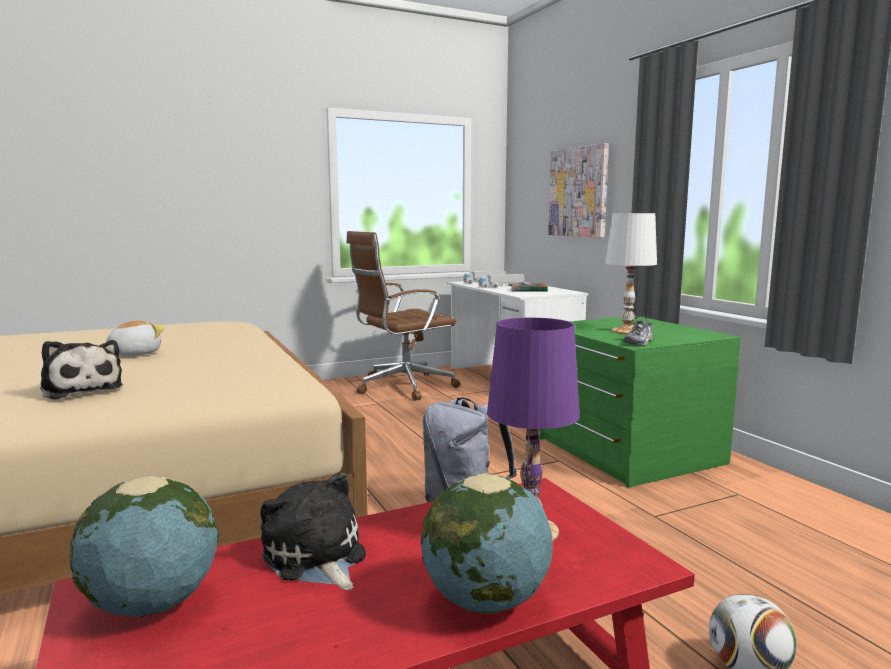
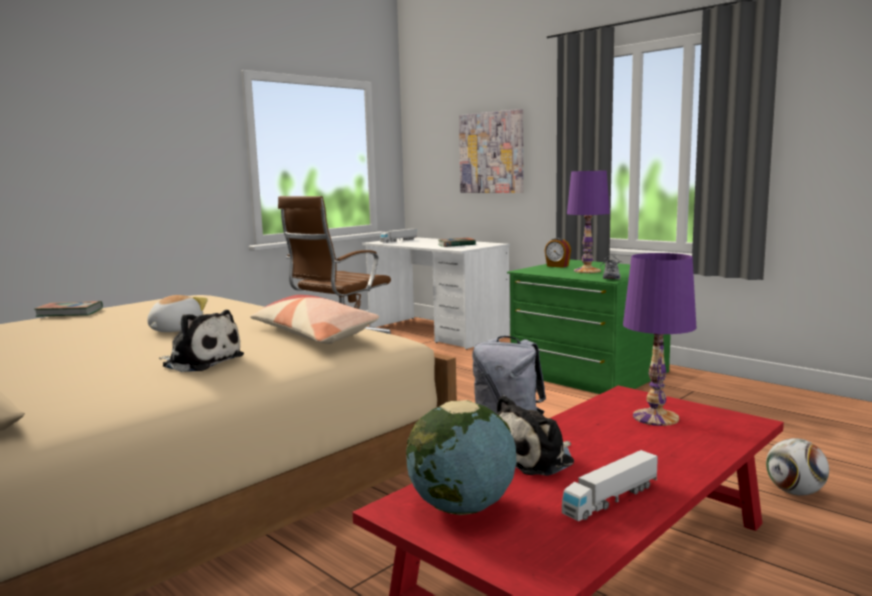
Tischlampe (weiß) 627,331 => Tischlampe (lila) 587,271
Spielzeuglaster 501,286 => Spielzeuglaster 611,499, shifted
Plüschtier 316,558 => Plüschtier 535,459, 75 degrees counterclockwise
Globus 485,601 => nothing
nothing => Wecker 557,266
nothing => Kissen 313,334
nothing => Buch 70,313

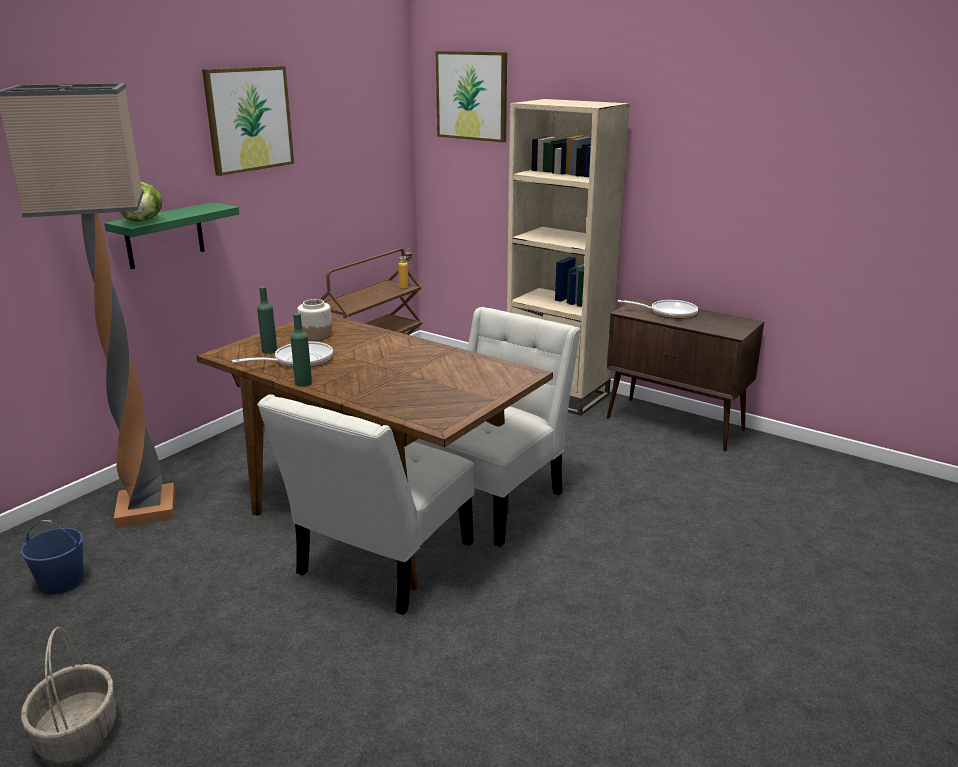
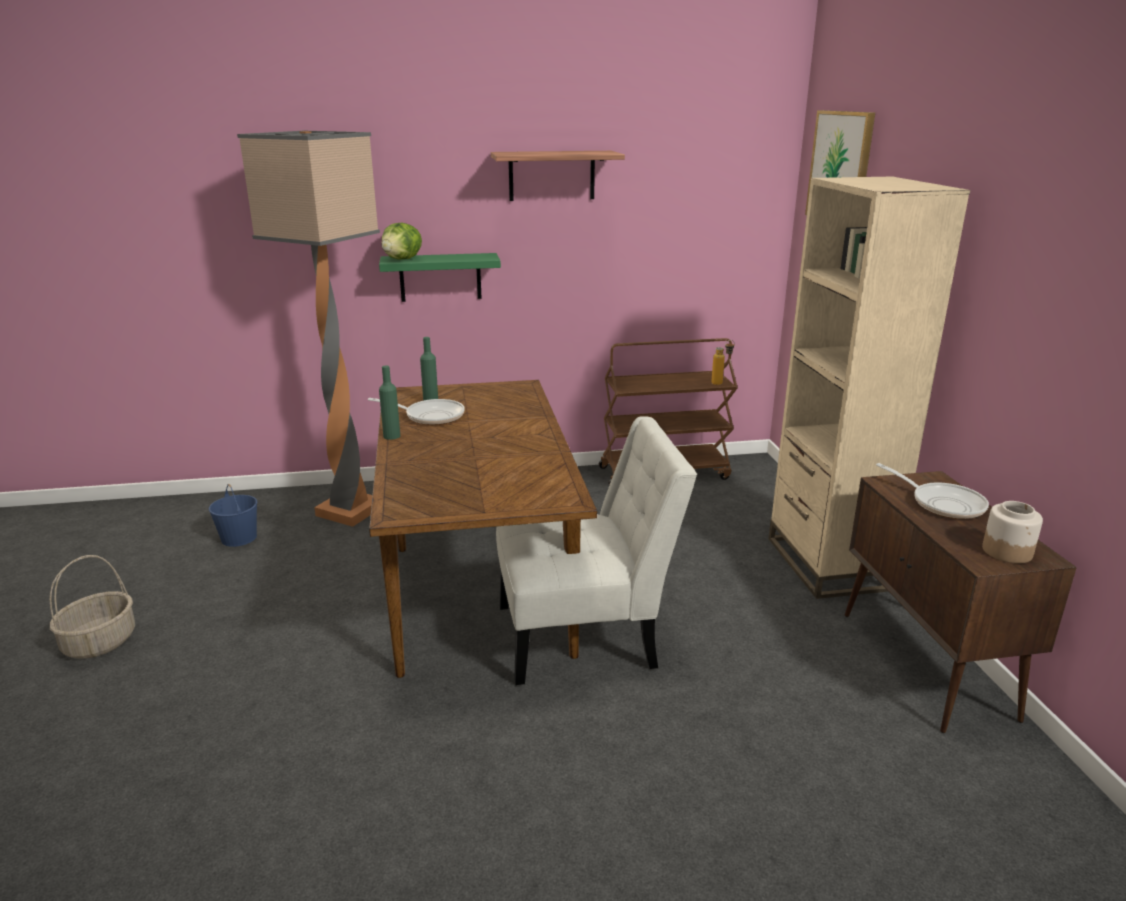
Bild 249,119 => Wandregal 551,175
Vorratsglas 316,335 => Vorratsglas 1007,551, shifted
Stuhl (weiß) 380,564 => nothing

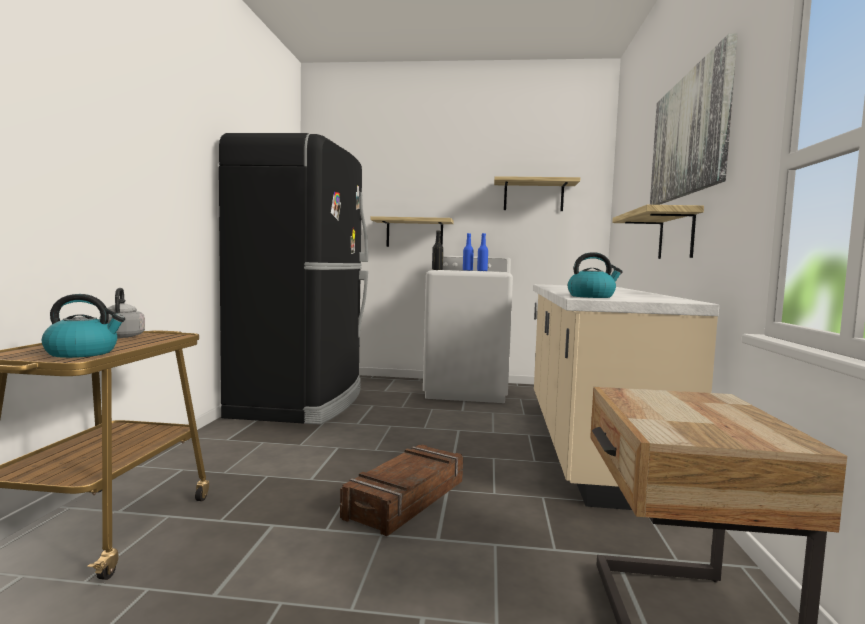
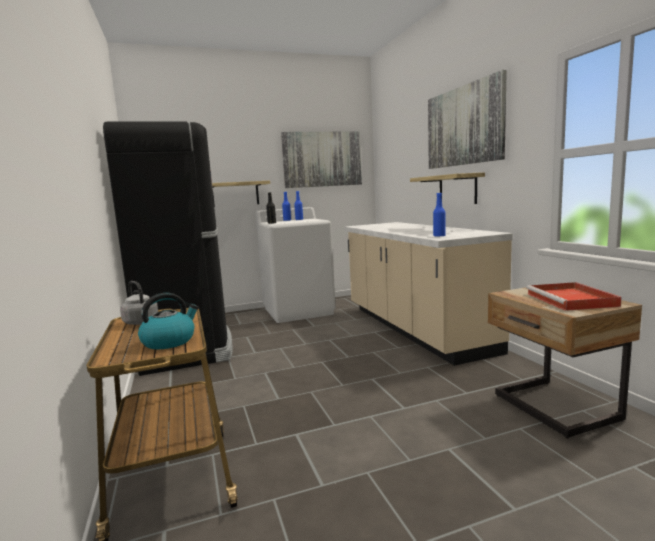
Wandregal 533,196 => Bild 322,159
Wasserkessel 591,296 => Flasche (blau) 439,236
Kiste 405,499 => nothing
nothing => Tablett (rot) 572,300

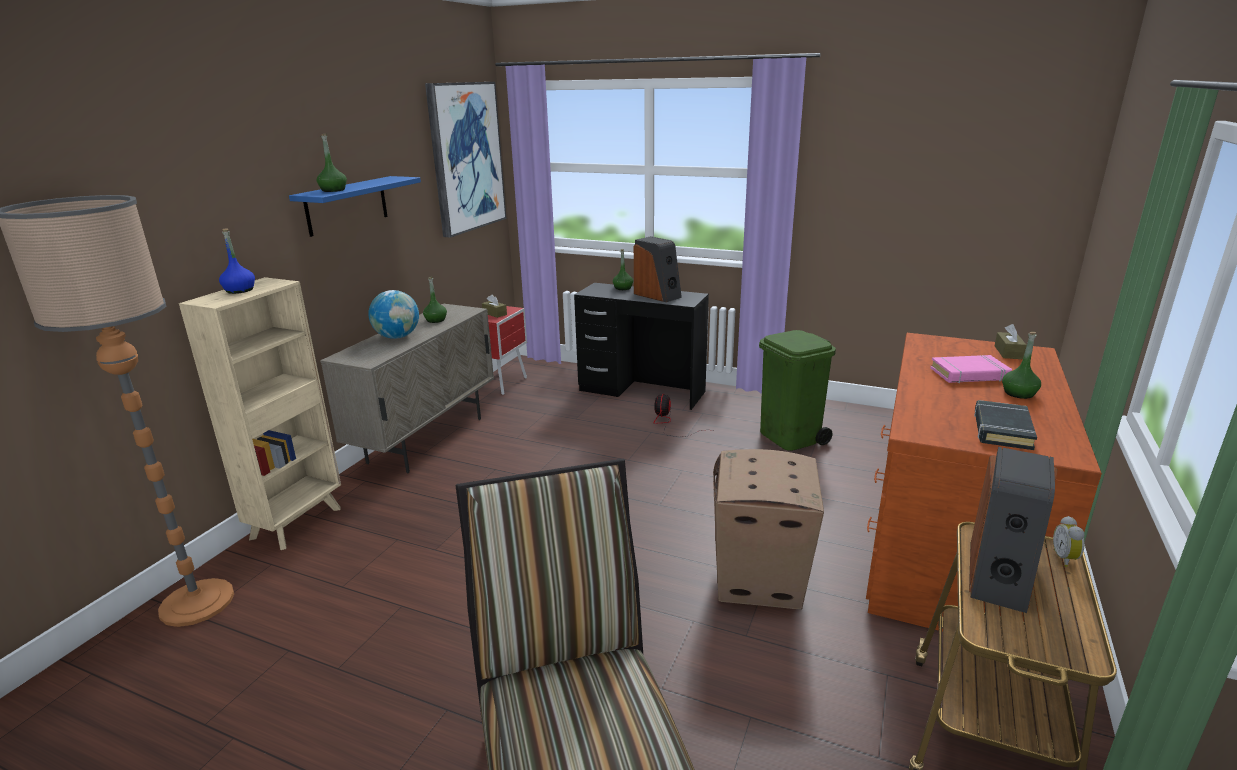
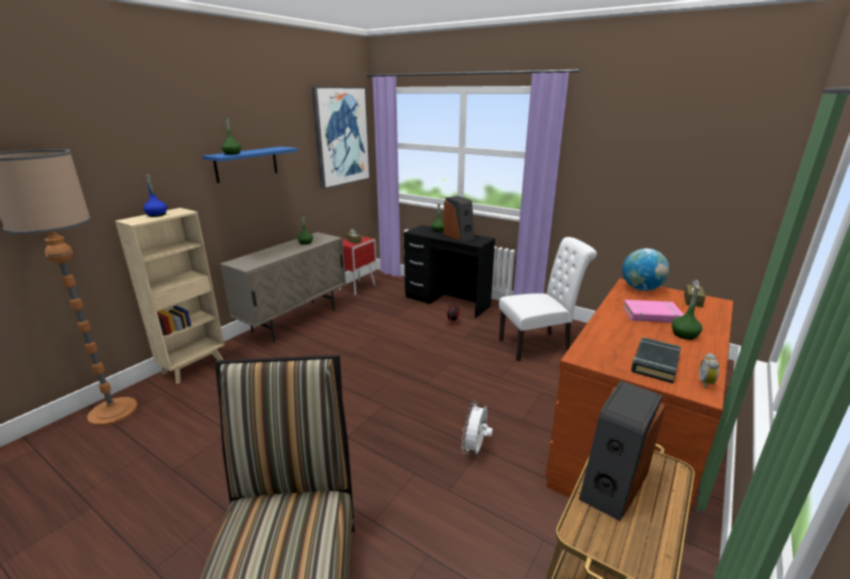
Globus 397,337 => Globus 641,289, shifted
Mülleimer (grün) 790,437 => Stuhl (weiß) 538,345
Karton 760,580 => Ventilator (weiß) 475,449
Wecker 1065,559 => Wecker 706,384, shifted

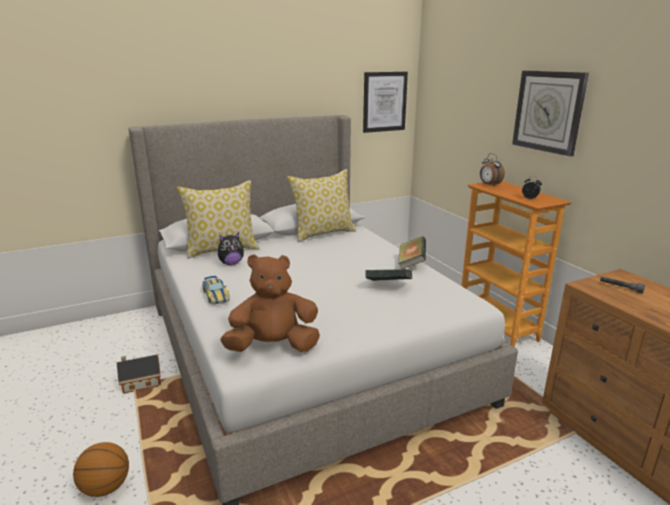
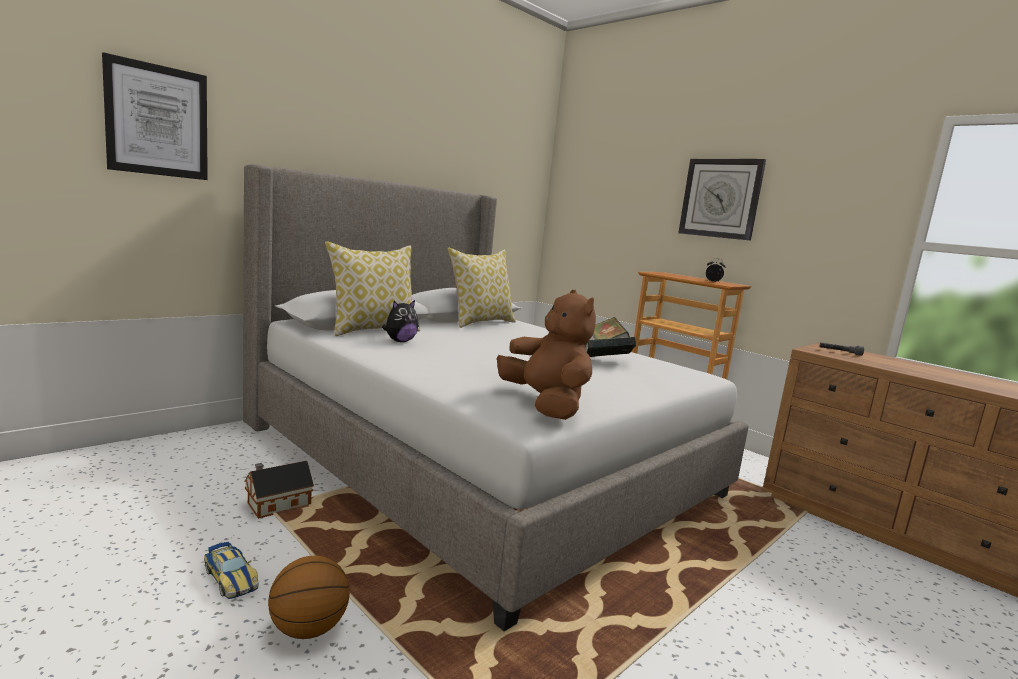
Bild 384,102 => Bild 157,121, shifted
Wecker 489,185 => nothing
Plüschtier (braun) 273,346 => Plüschtier (braun) 545,405, 90 degrees clockwise
Spielzeugauto 215,295 => Spielzeugauto 230,577, shifted

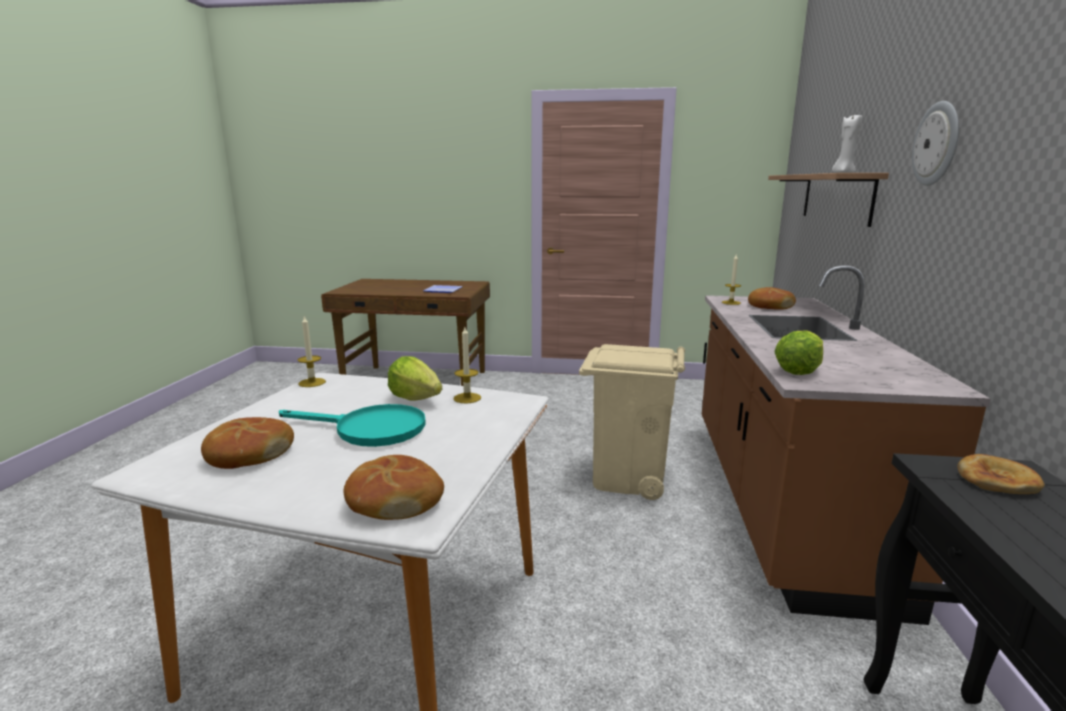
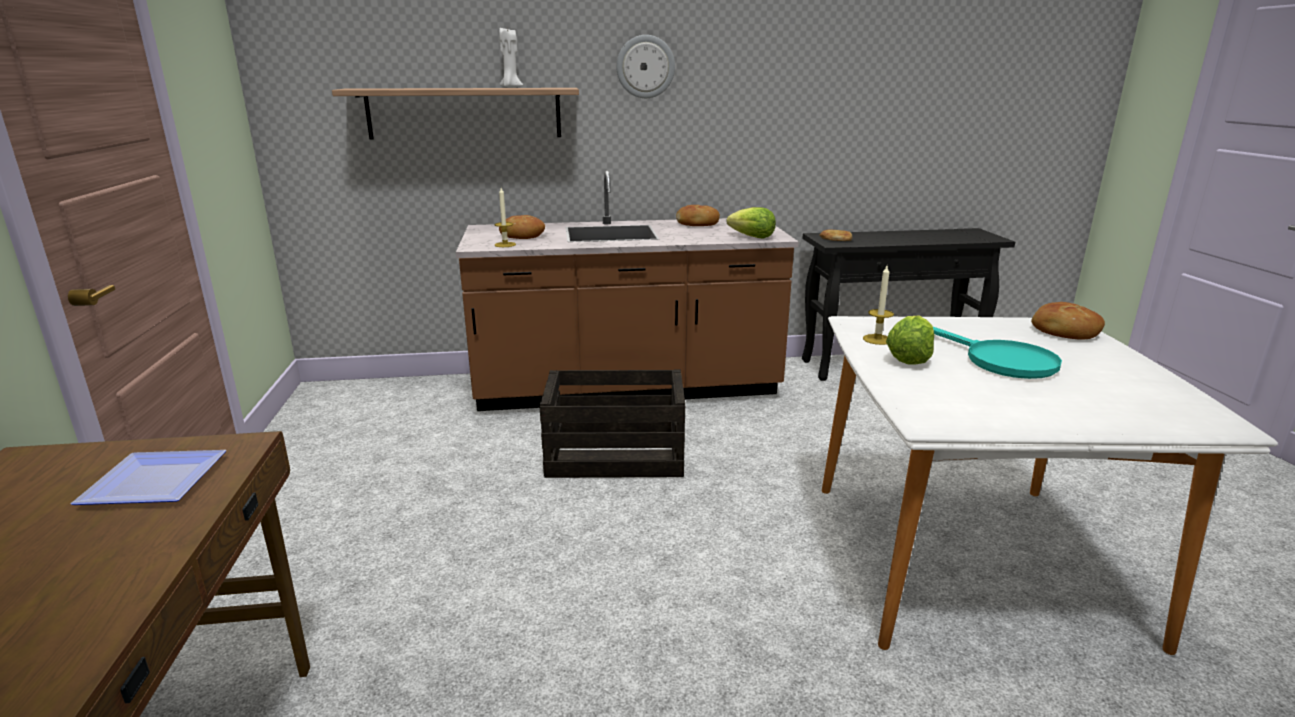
Kerze 312,382 => nothing
Mülleimer (beige) 628,478 => Kiste 616,456
Pfanne (türkis) 369,430 => Pfanne (türkis) 999,360, 150 degrees clockwise
Brot 249,454 => Brot 697,224, shifted

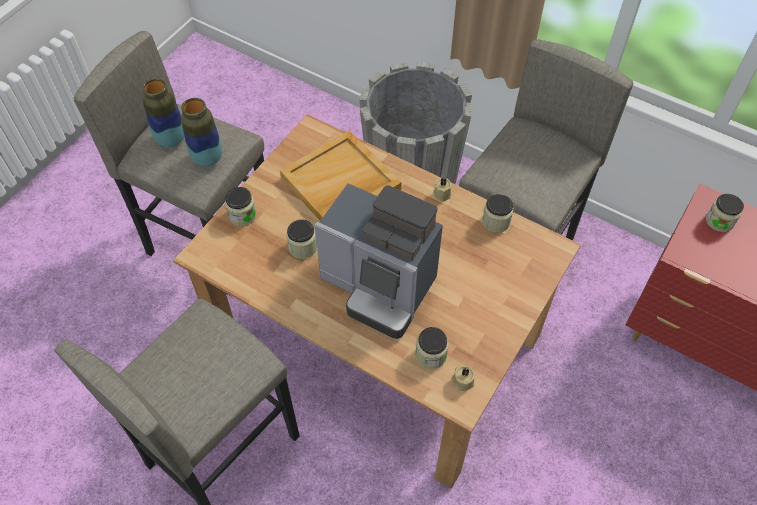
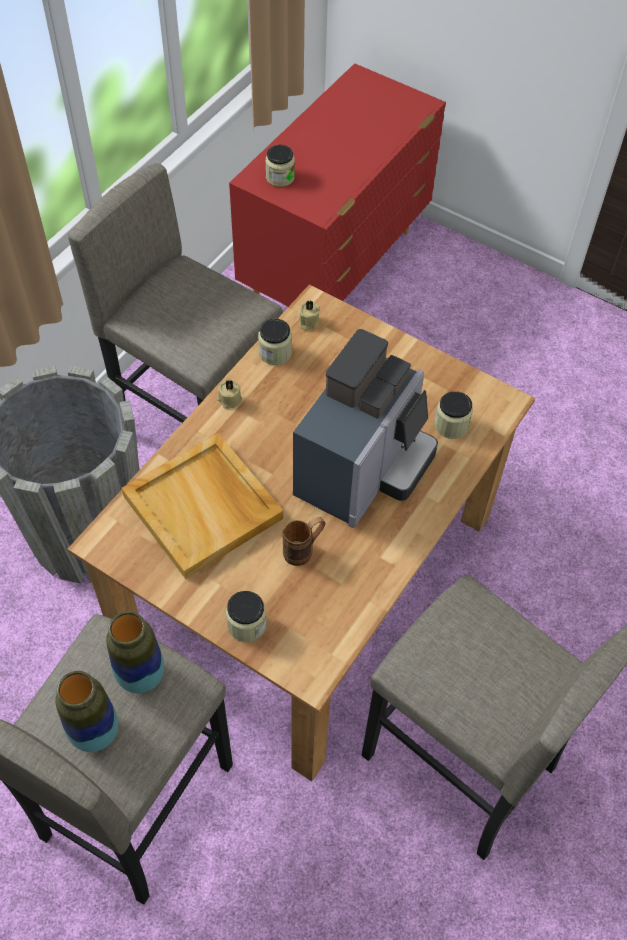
Vorratsglas 303,247 => Henkelbecher (braun) 304,550
Kerze (beige) 462,381 => Kerze (beige) 308,322, shifted

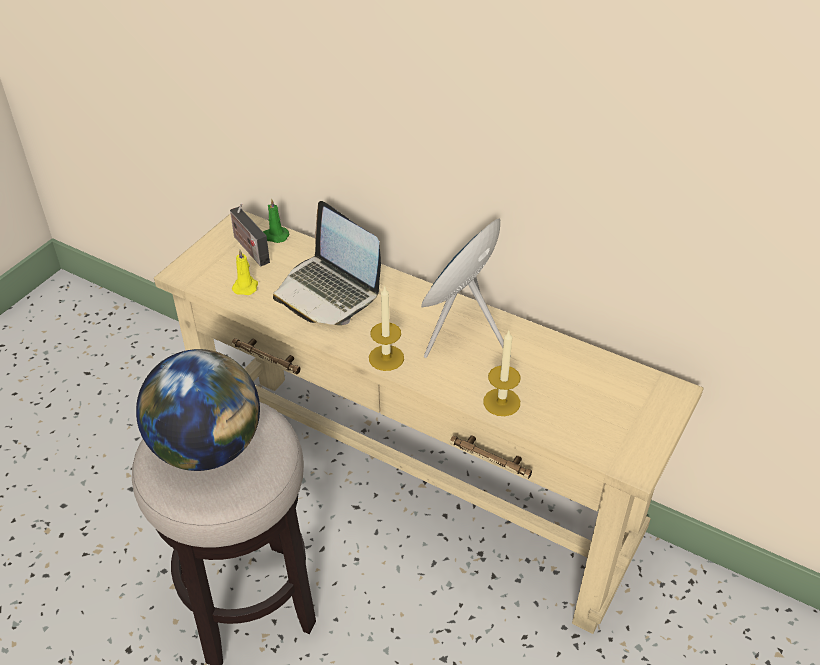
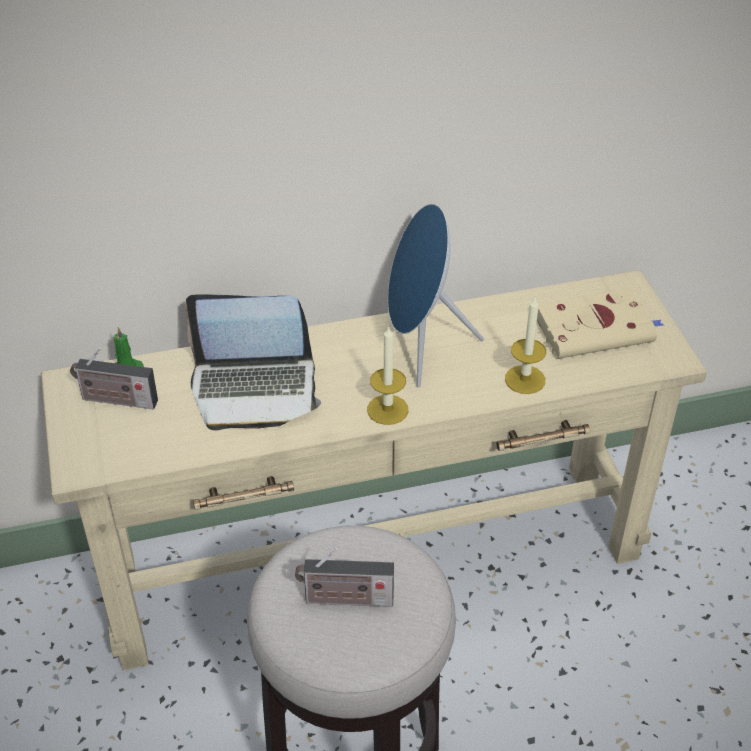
Kerze (gelb) 246,286 => nothing
Globus 207,448 => Radio 345,599
nothing => Buch (beige) 597,329

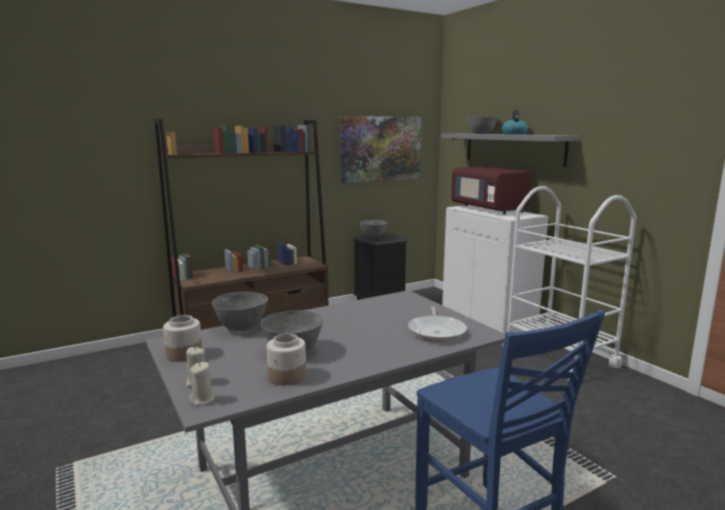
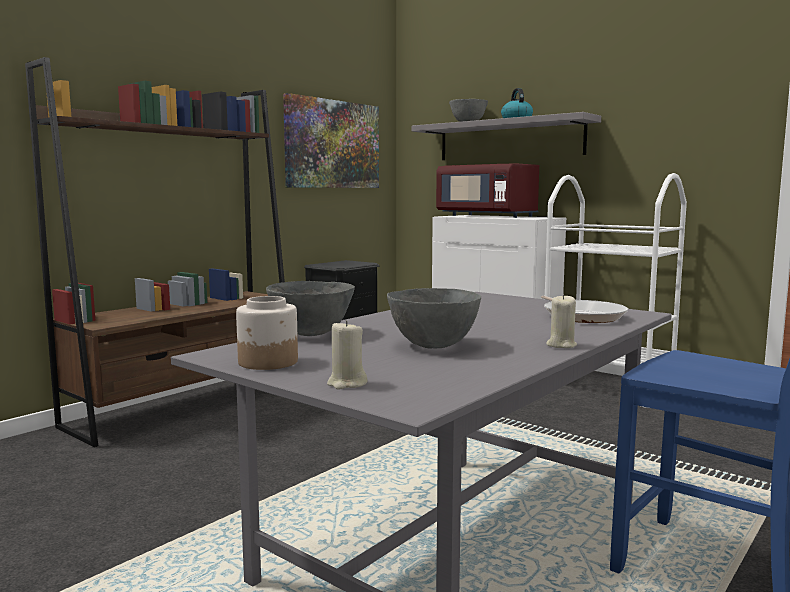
Schüssel (grau) 373,237 => nothing
Vorratsglas 287,376 => nothing
Kerze (beige) 203,399 => Kerze (beige) 561,345, shifted

